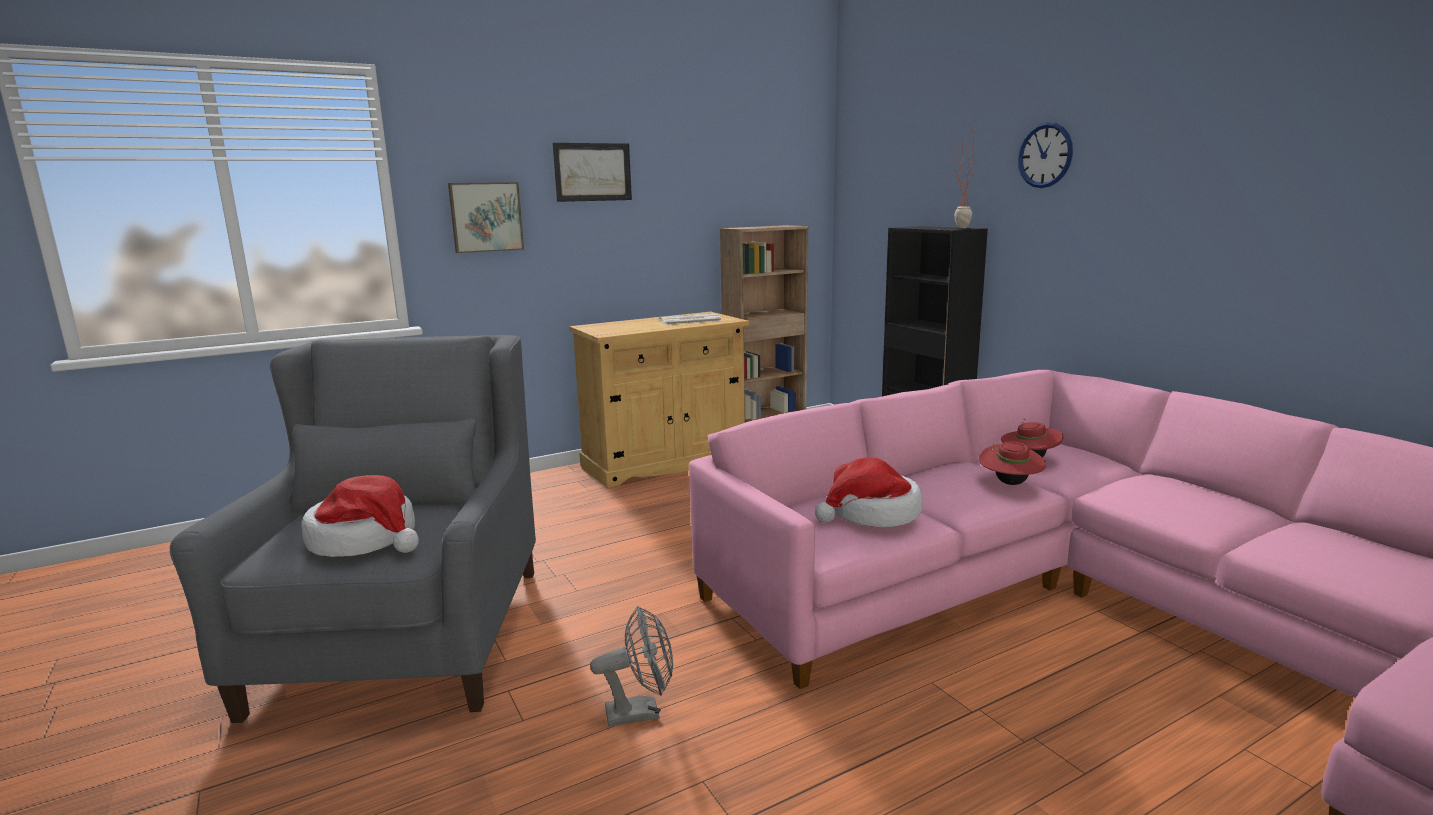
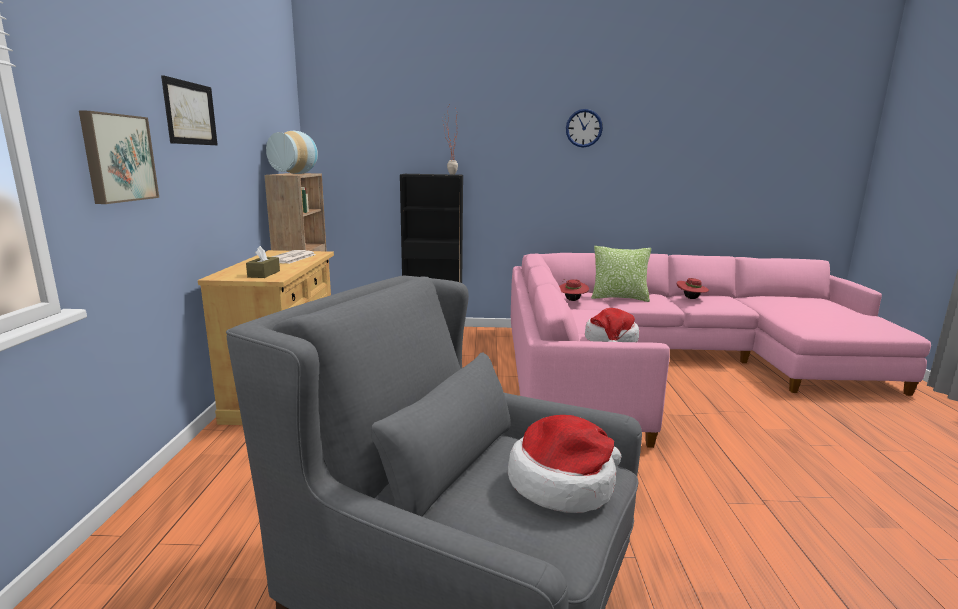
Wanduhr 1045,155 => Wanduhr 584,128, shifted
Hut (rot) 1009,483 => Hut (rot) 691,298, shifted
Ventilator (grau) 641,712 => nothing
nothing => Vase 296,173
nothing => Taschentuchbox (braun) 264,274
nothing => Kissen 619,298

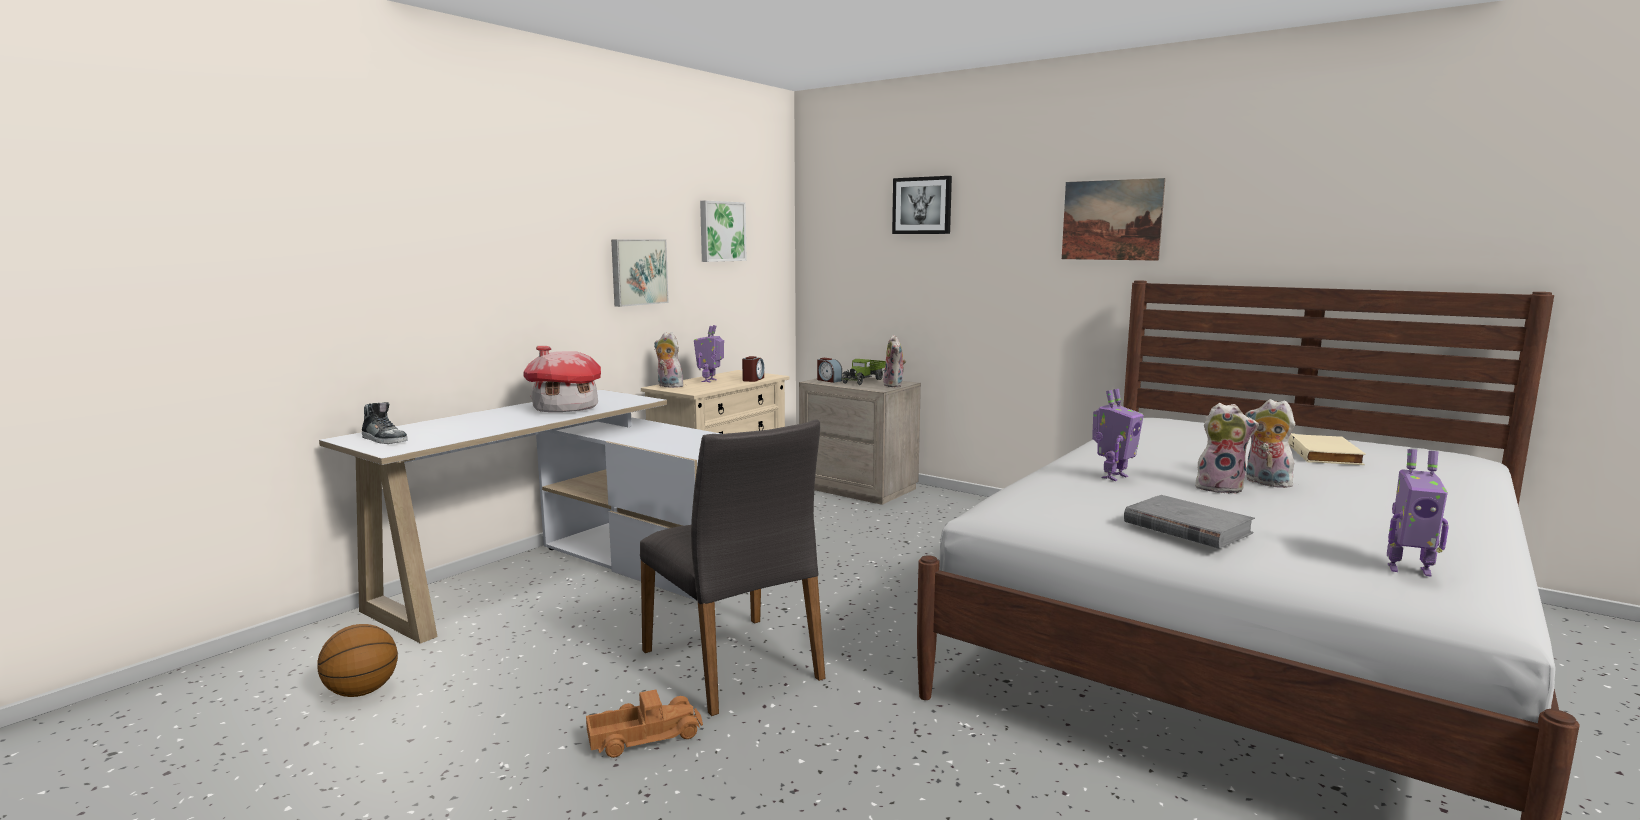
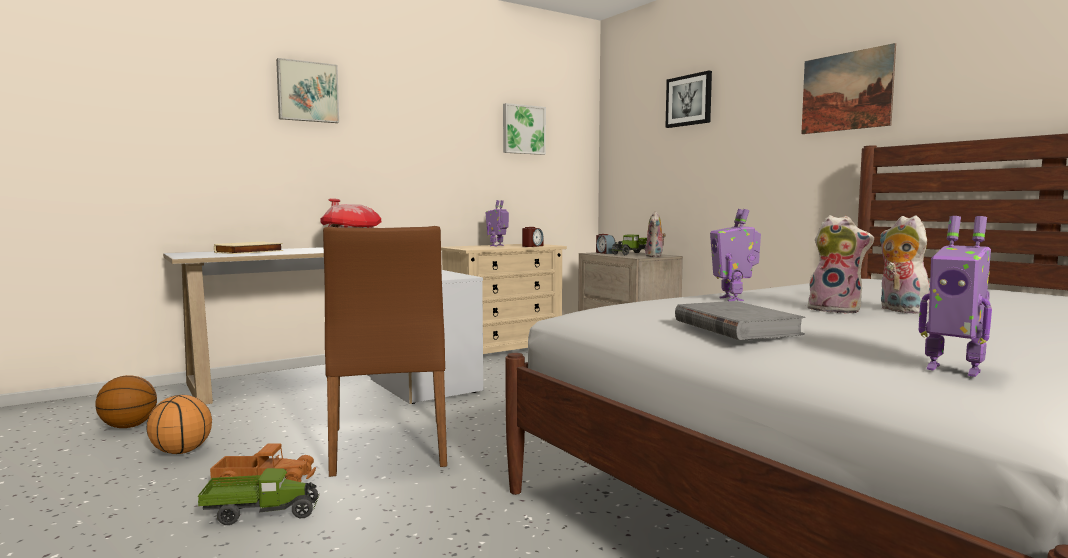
Bild 638,272 => Bild 307,92, shifted
Plüschtier 668,386 => nothing
Spielzeugroboter 1113,477 => Spielzeugroboter 733,299, 105 degrees clockwise
Schuh 384,440 => nothing
Stuhl (grau) 735,664 => Stuhl (braun) 388,446
Buch (beige) 1326,455 => Buch (beige) 249,252, shifted
nothing => Basketball 182,452
nothing => Spielzeuglaster 261,513

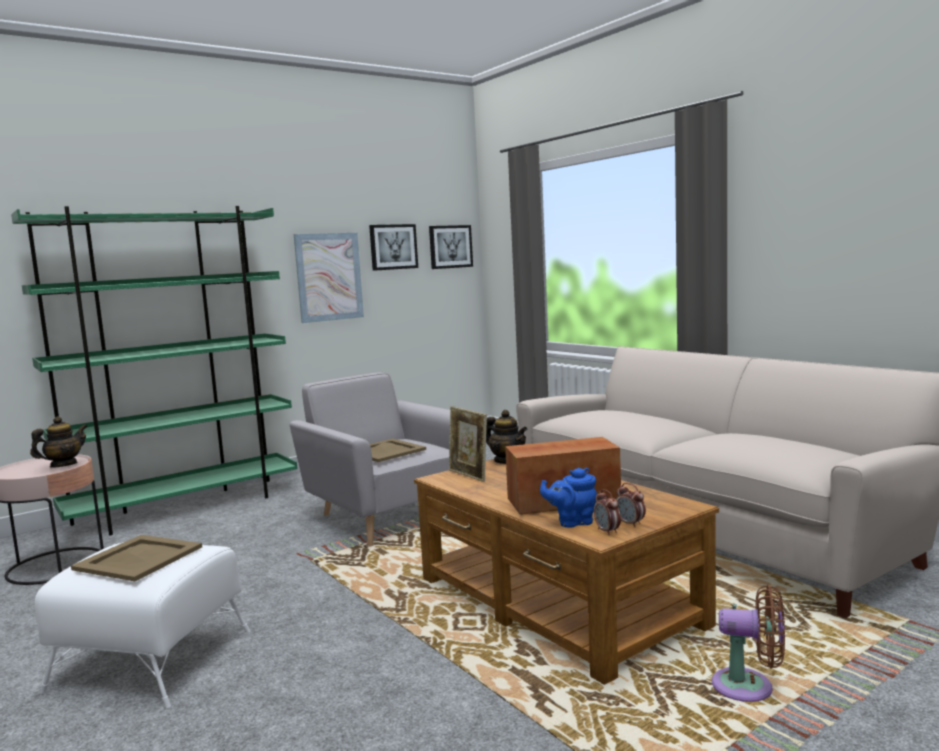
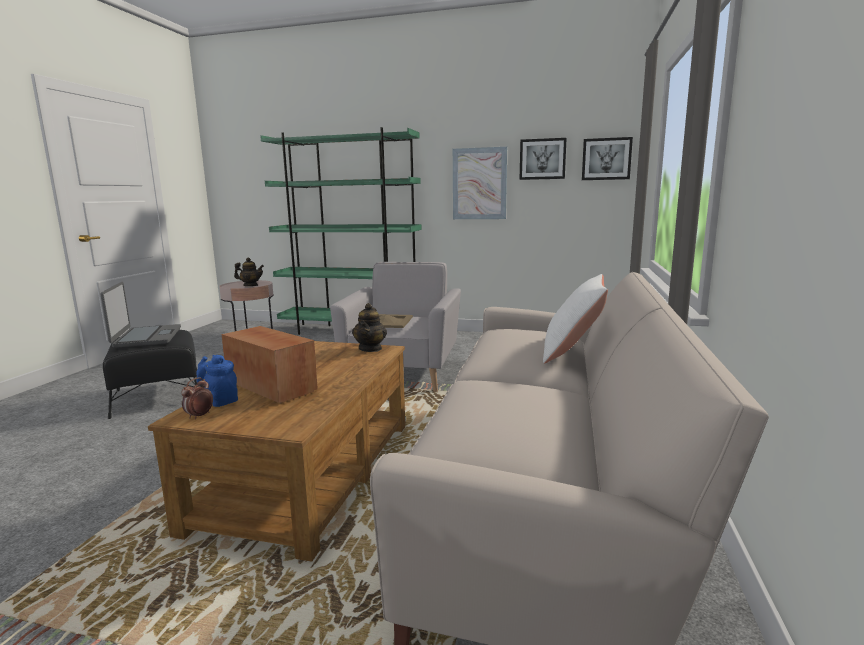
Bilderrahmen 468,475 => nothing
Wecker 630,524 => nothing
Tablett (beige) 137,558 => Laptop 146,337
Polsterhocker (weiß) 151,659 => Polsterhocker (schwarz) 159,396
Ventilator (braun) 749,687 => nothing
nothing => Kissen (weiß) 572,351

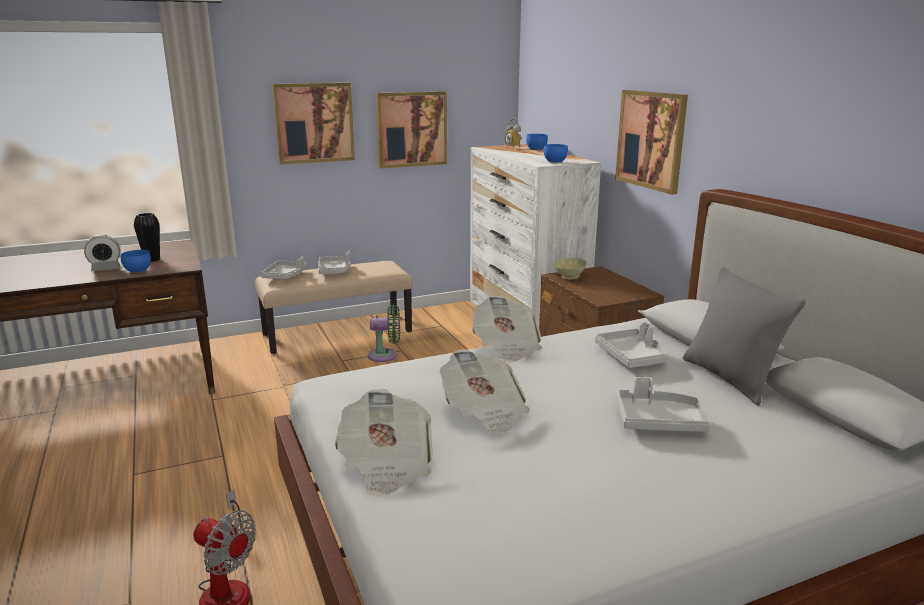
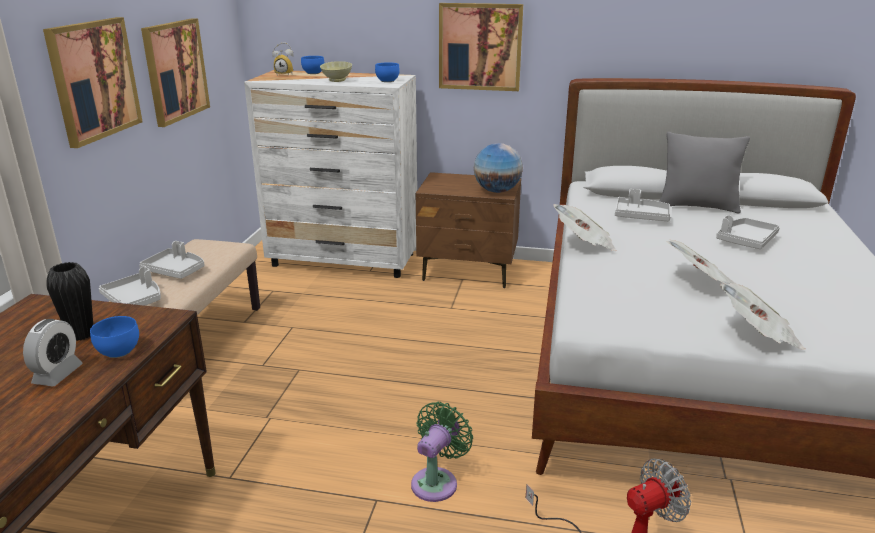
Schüssel (beige) 568,277 => Schüssel (beige) 336,80, shifted
Ventilator (grün) 385,355 => Ventilator (grün) 437,481, shifted
nothing => Globus 496,191

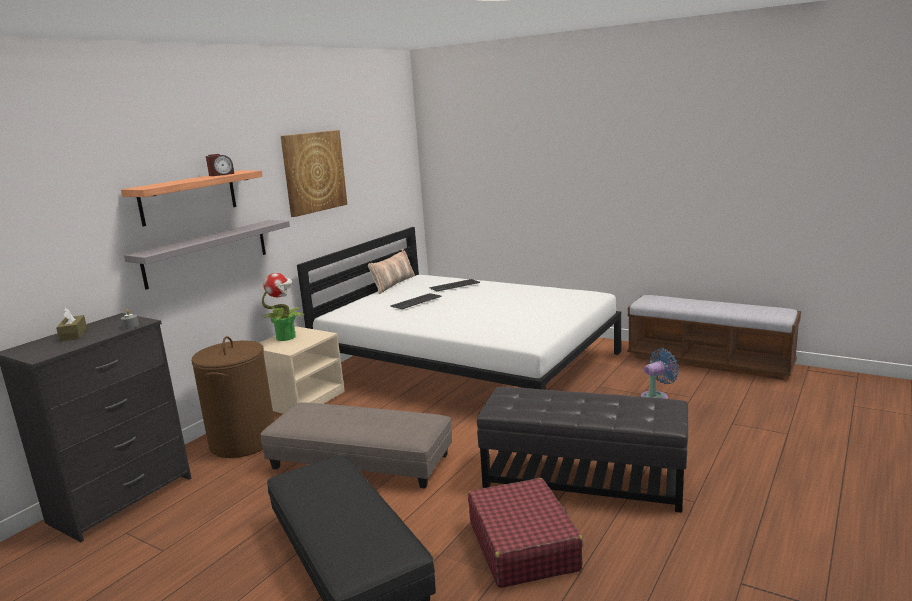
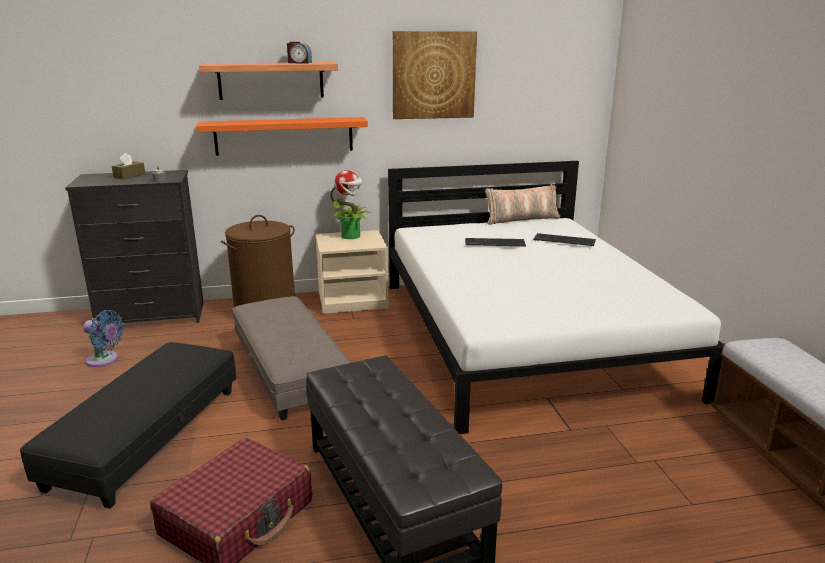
Wandregal (grau) 207,253 => Wandregal (orange) 284,136
Ventilator (blau) 656,397 => Ventilator (blau) 105,360, shifted

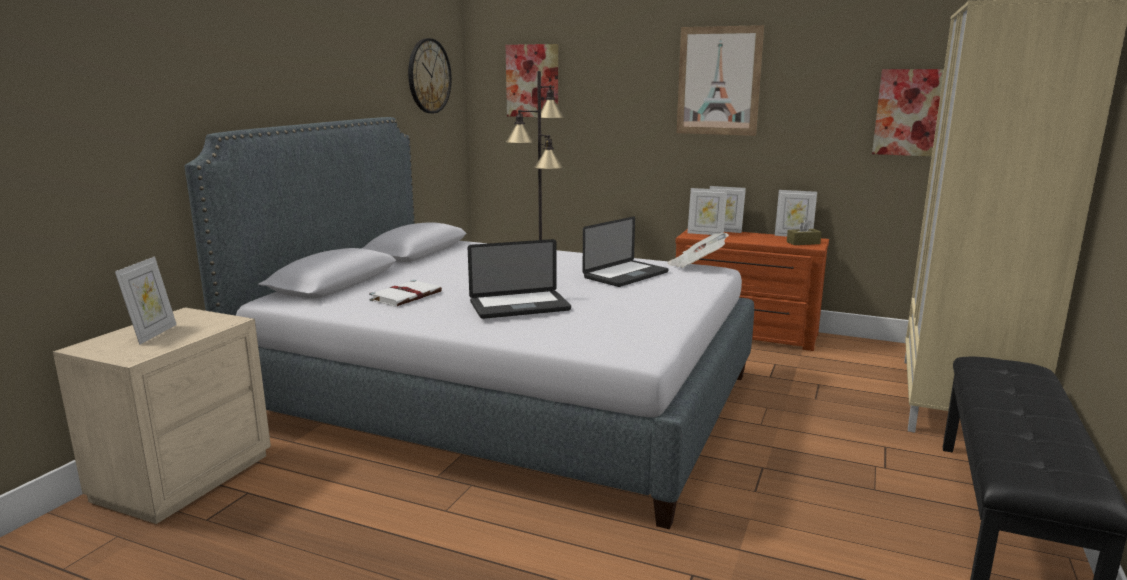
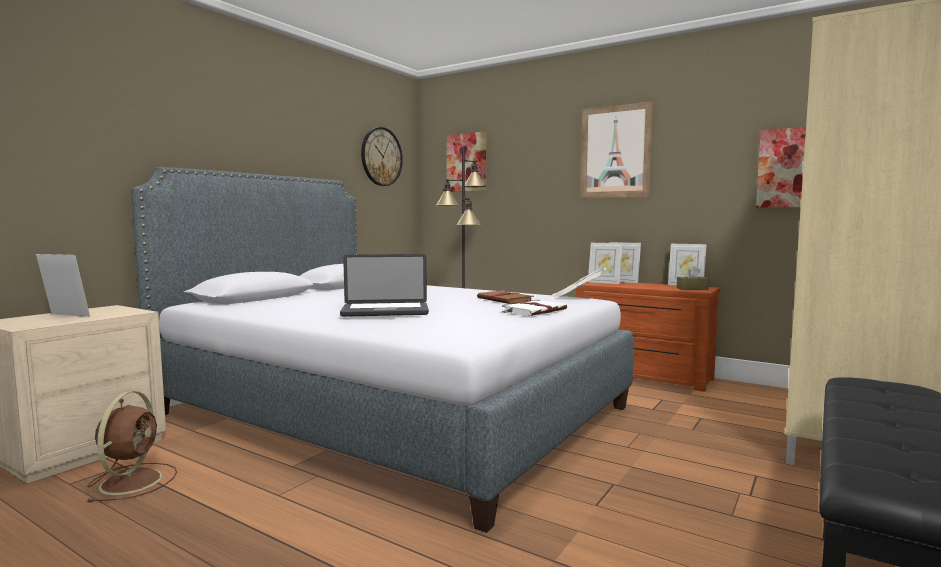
Laptop 626,275 => Buch (braun) 506,300
Bilderrahmen 153,334 => Bilderrahmen 65,316, 90 degrees counterclockwise
Buch (weiß) 406,296 => Buch (weiß) 535,311, shifted
nothing => Ventilator (braun) 133,480

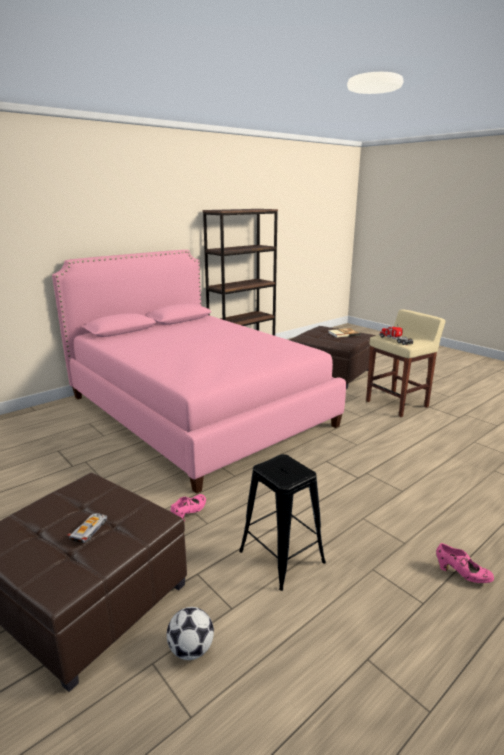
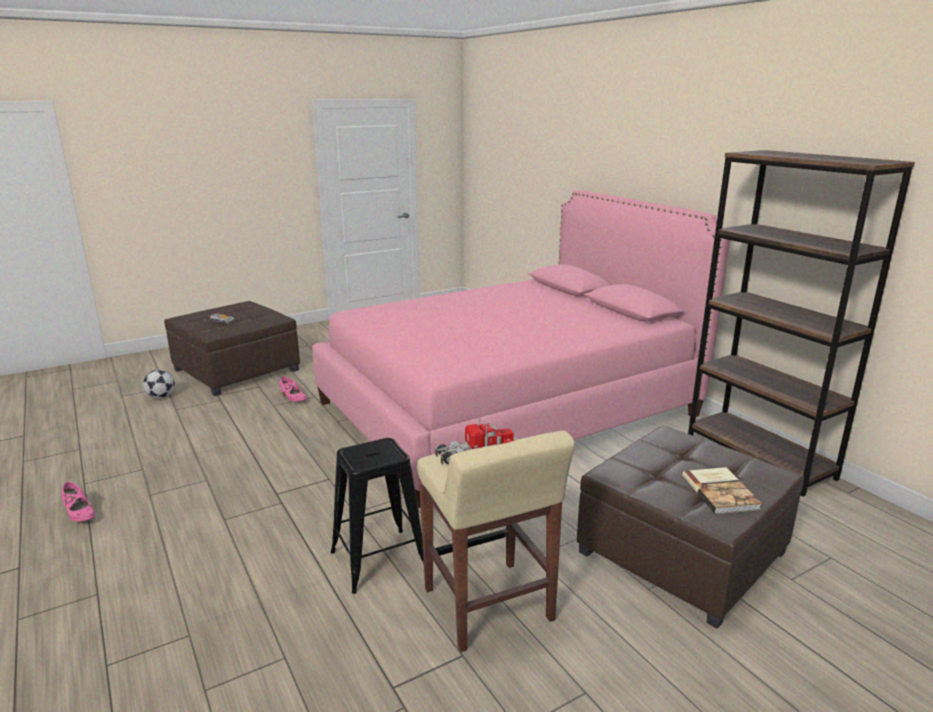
Hocker (schwarz) 281,557 => Hocker (schwarz) 379,560, shifted
Schuh (rosa) 462,574 => Schuh (rosa) 79,515, 90 degrees counterclockwise

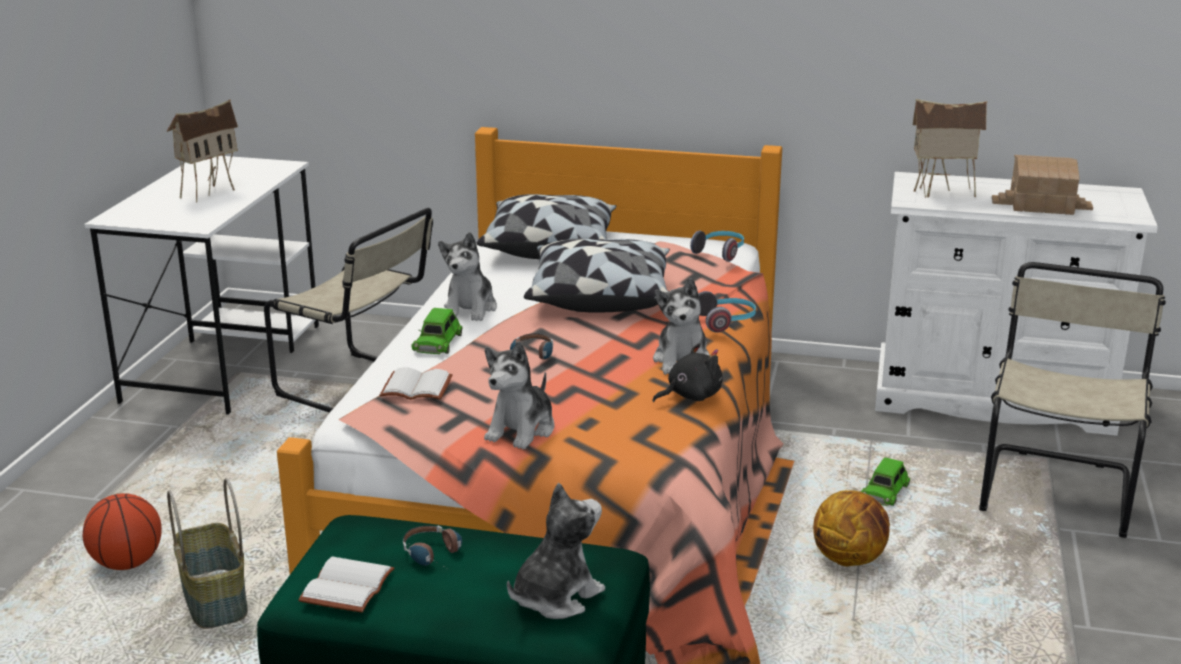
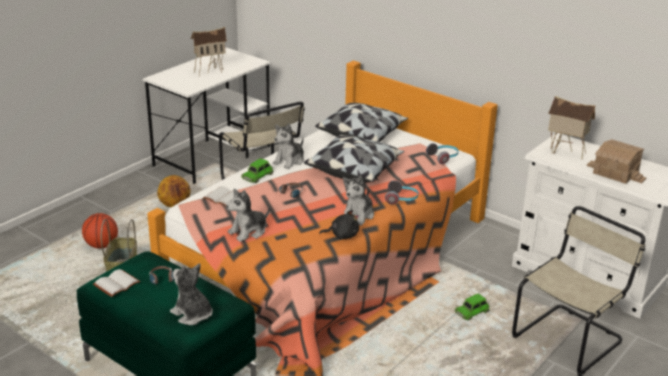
Plüschtier 555,597 => Plüschtier 192,314, 120 degrees counterclockwise
Basketball 849,559 => Basketball 175,205, shifted

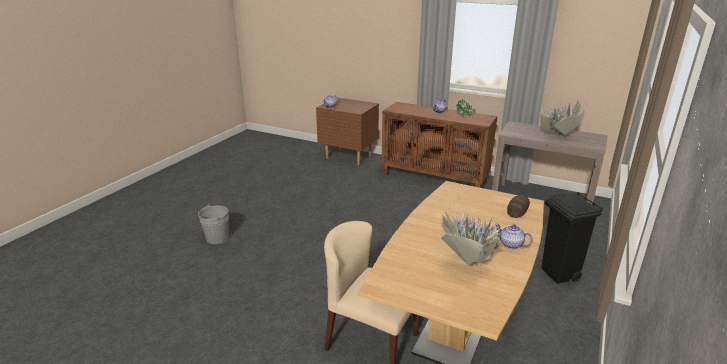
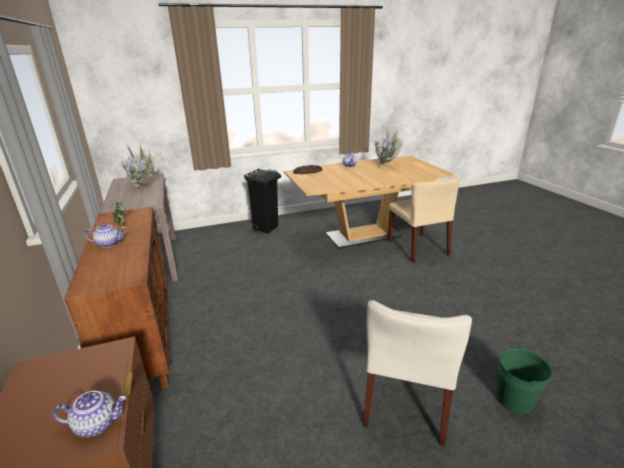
Eimer (grau) 217,238 => Eimer (grün) 514,399
nothing => Stuhl (beige) 406,400

